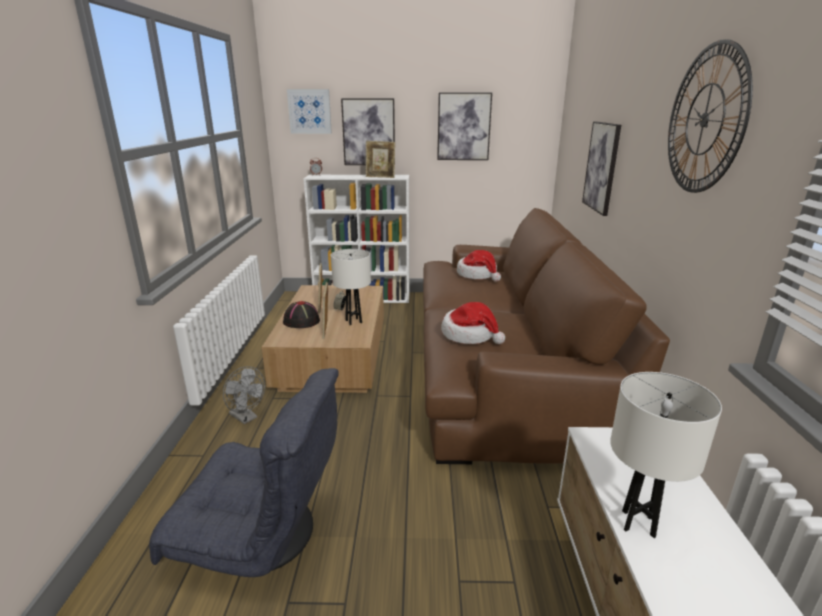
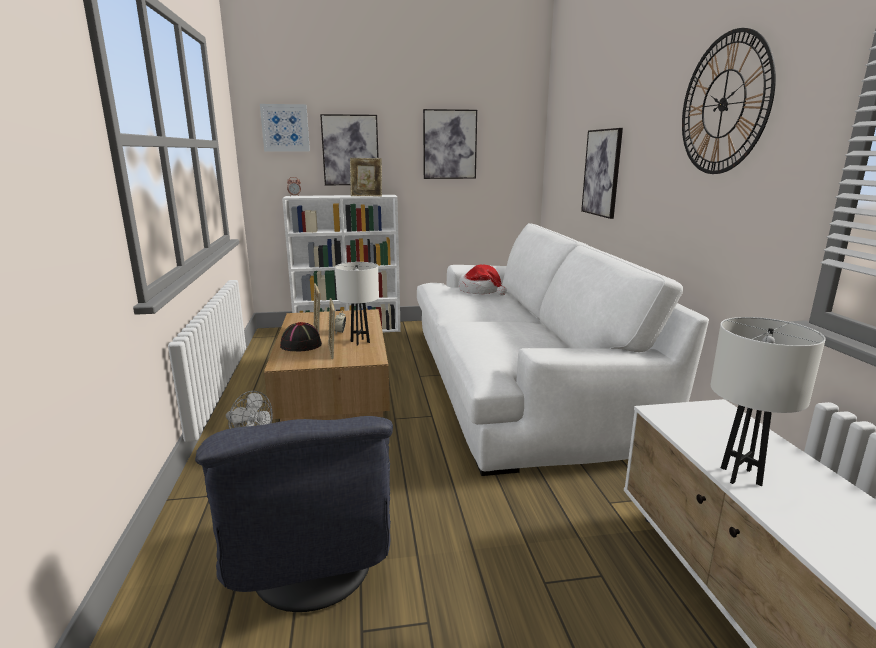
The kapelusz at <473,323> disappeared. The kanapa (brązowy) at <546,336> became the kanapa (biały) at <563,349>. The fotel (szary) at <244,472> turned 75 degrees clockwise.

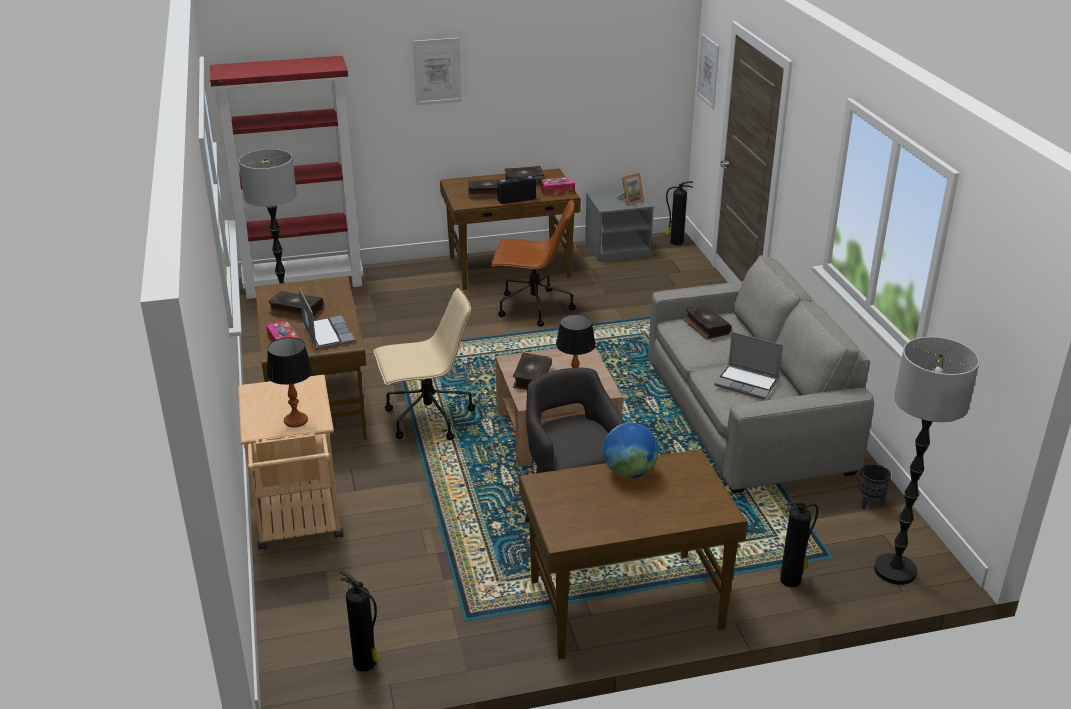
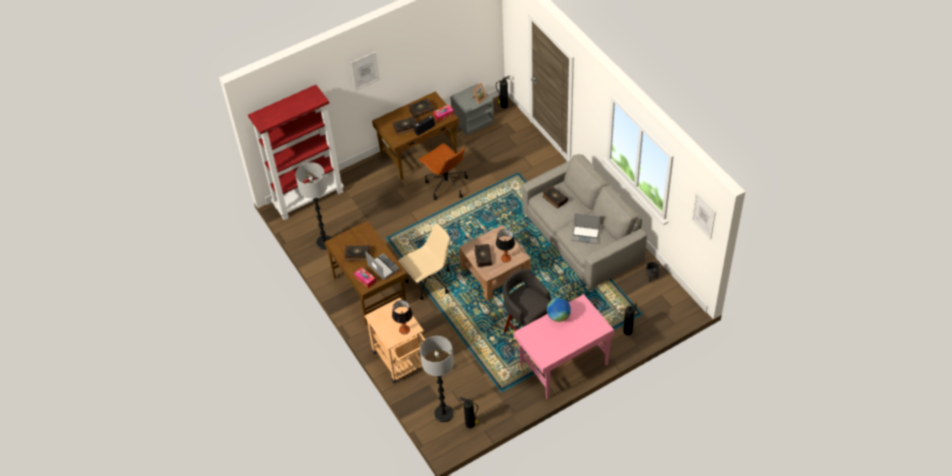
The obraz moved from <708,71> to <704,216>. The lampa stojąca moved from <926,461> to <437,379>. The biurko (brązowy) at <633,554> became the biurko (różowy) at <564,346>. The krzesło biurowe (brązowy) at <533,263> turned 60 degrees clockwise.

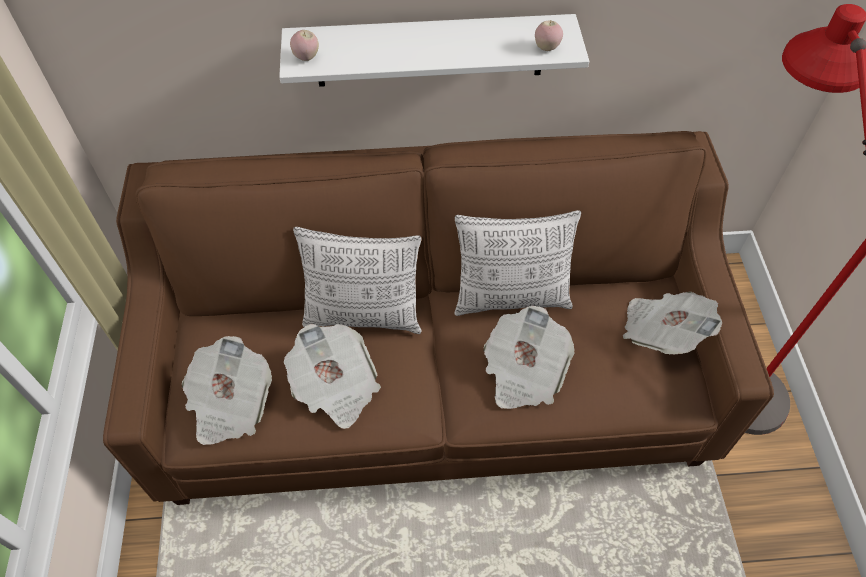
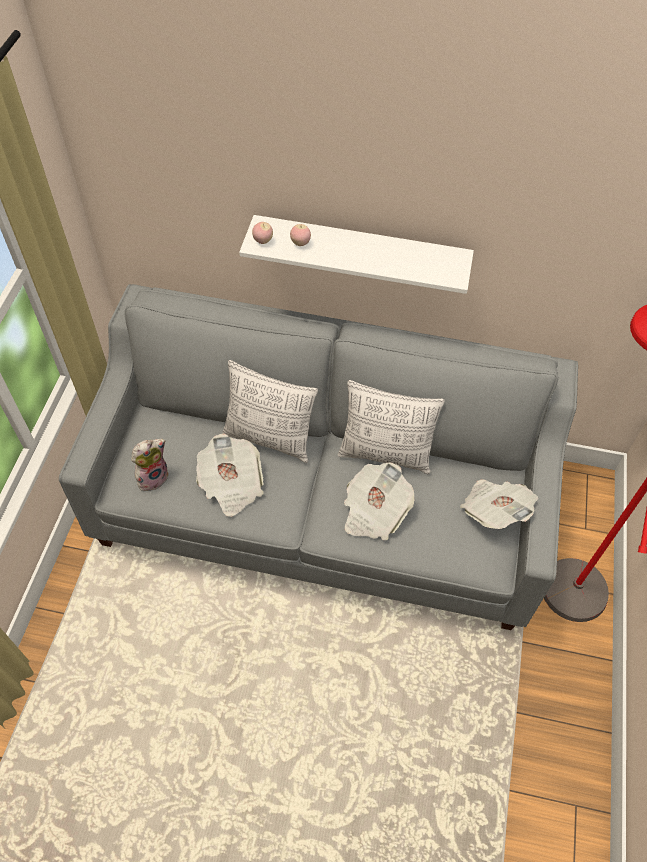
The jabłko moved from <549,36> to <300,235>. The gazeta at <227,390> was replaced by the pluszak at <149,466>. The kanapa (brązowy) at <438,318> became the kanapa (szary) at <318,457>.

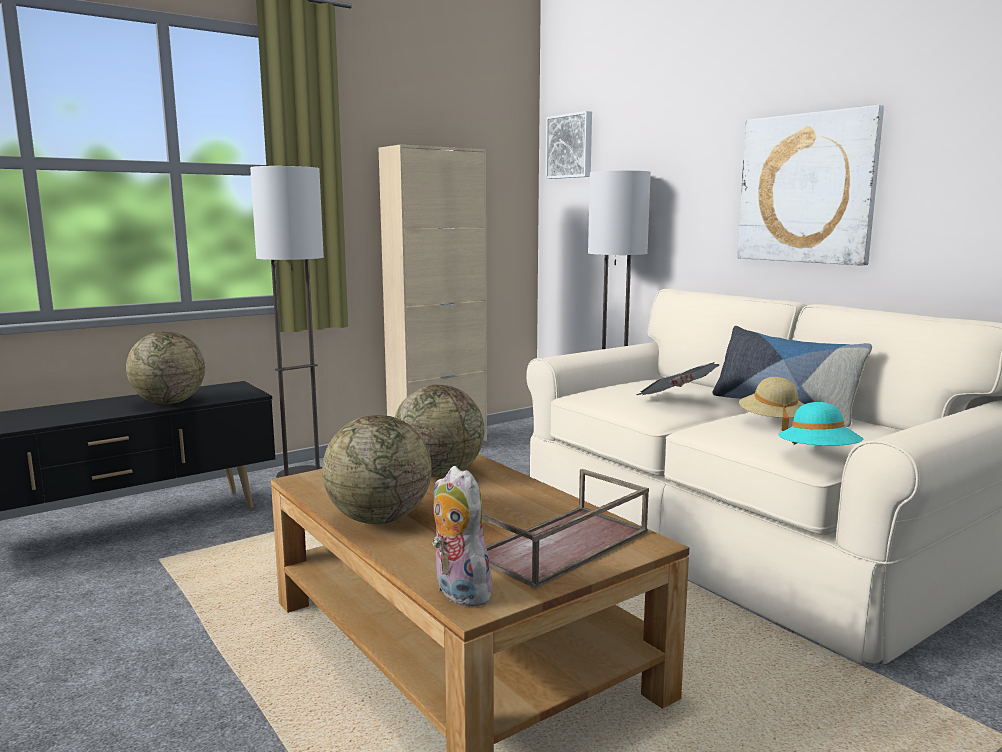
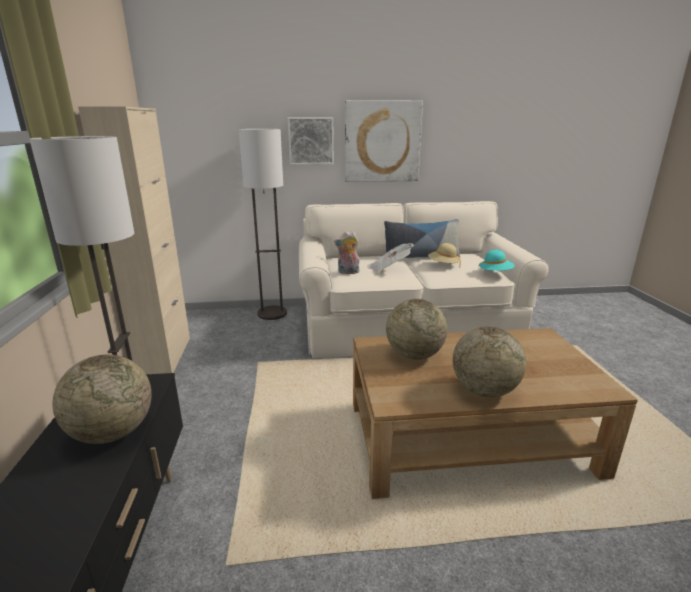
The taca (brązowy) at <565,529> disappeared. The pluszak moved from <462,536> to <347,252>. The obraz moved from <569,145> to <311,141>.

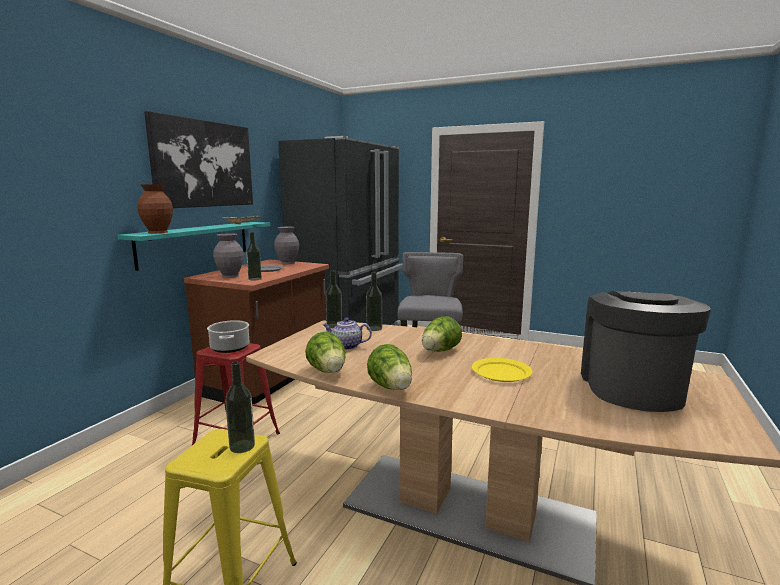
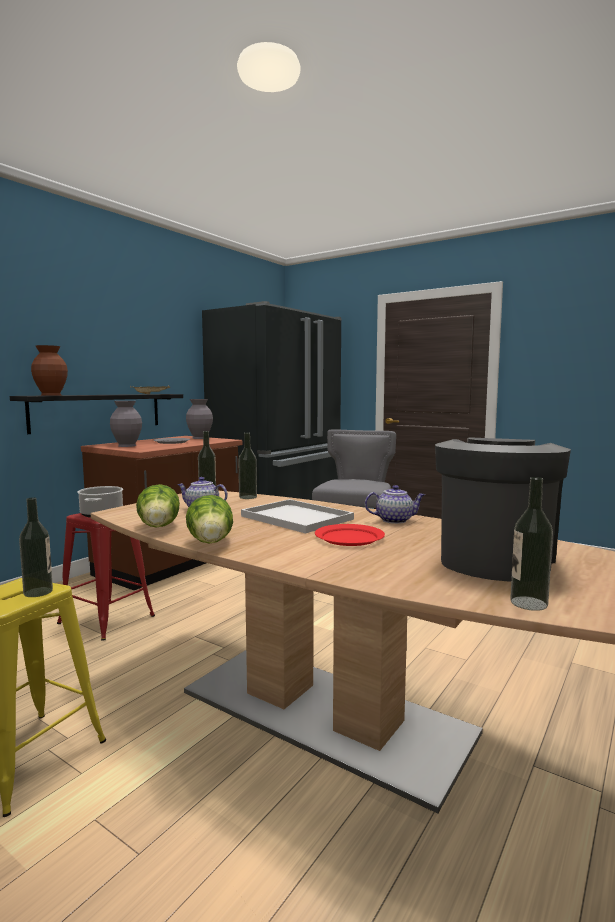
The obraz at <198,159> disappeared. The imbryk at <395,504> appeared. The butelka moved from <254,256> to <531,544>. The sałata at <442,334> was replaced by the taca (biały) at <297,516>. The półka (turkusowy) at <193,246> became the półka (czarny) at <96,414>. The talerz (żółty) at <502,370> became the talerz (czerwony) at <350,535>.

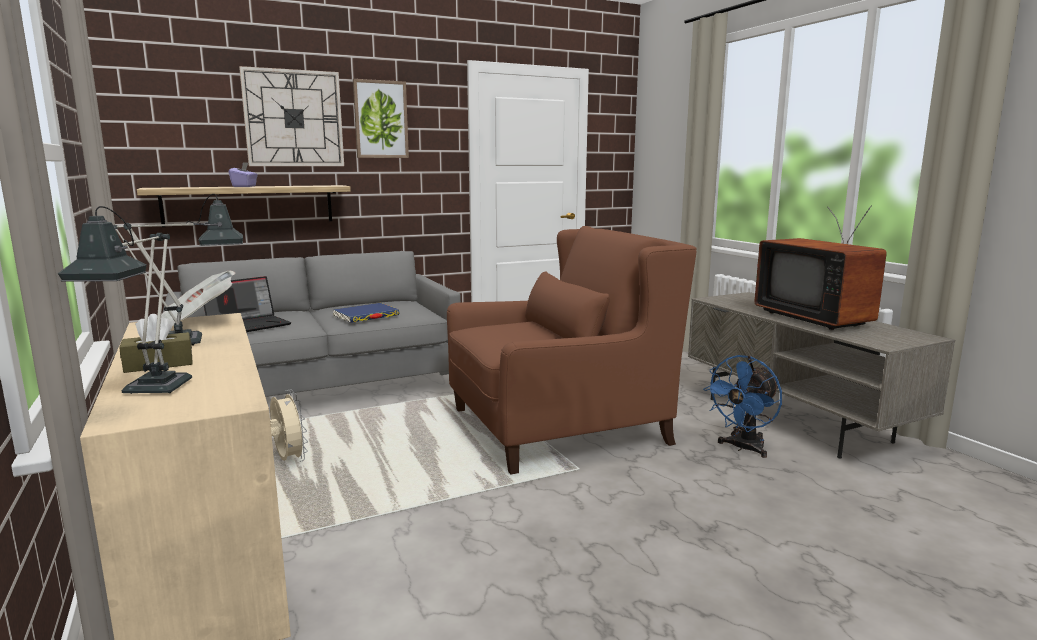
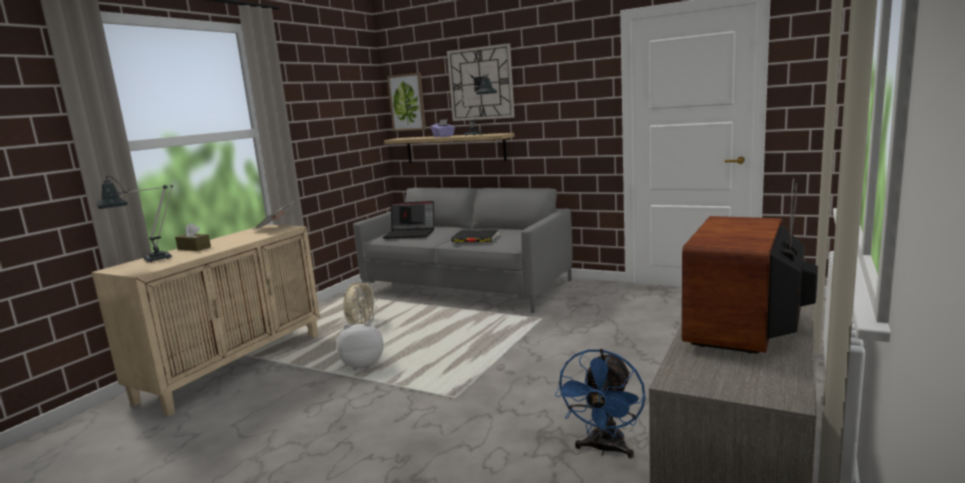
The fotel (brązowy) at <572,350> disappeared. The pluszak at <360,346> appeared. The lampa stołowa moved from <178,270> to <476,105>. The obraz moved from <381,118> to <406,102>. The książka (niebieski) at <366,313> became the książka (czarny) at <475,236>. The wentylator (niebieski) at <742,406> turned 75 degrees counterclockwise.

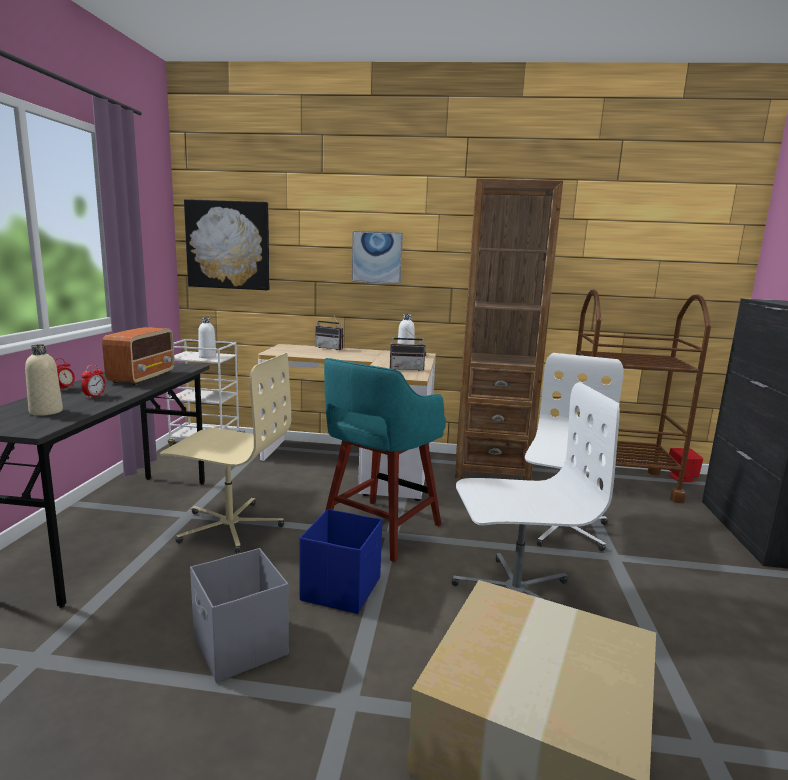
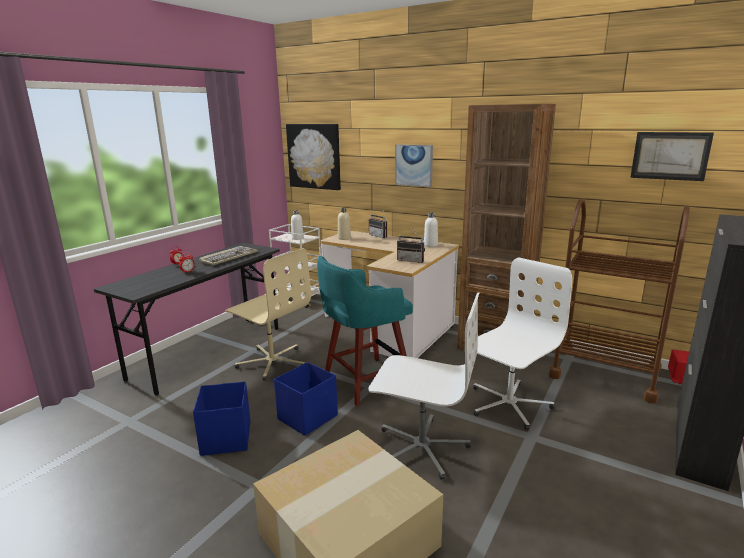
The obraz at <672,156> appeared. The butelka (beżowy) moved from <44,380> to <344,224>. The radio at <138,356> was replaced by the klawiatura at <228,255>. The pojemnik do przechowywania (szary) at <239,615> became the pojemnik do przechowywania (niebieski) at <221,418>.

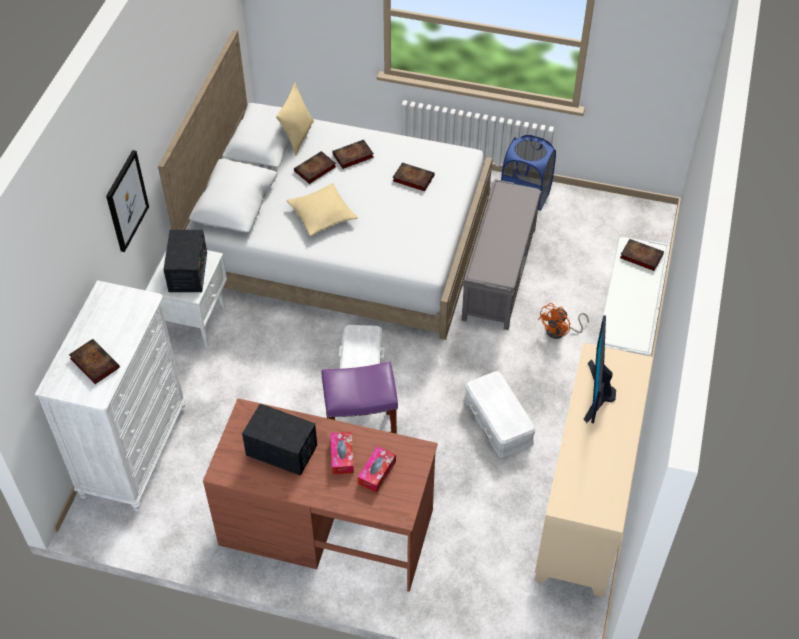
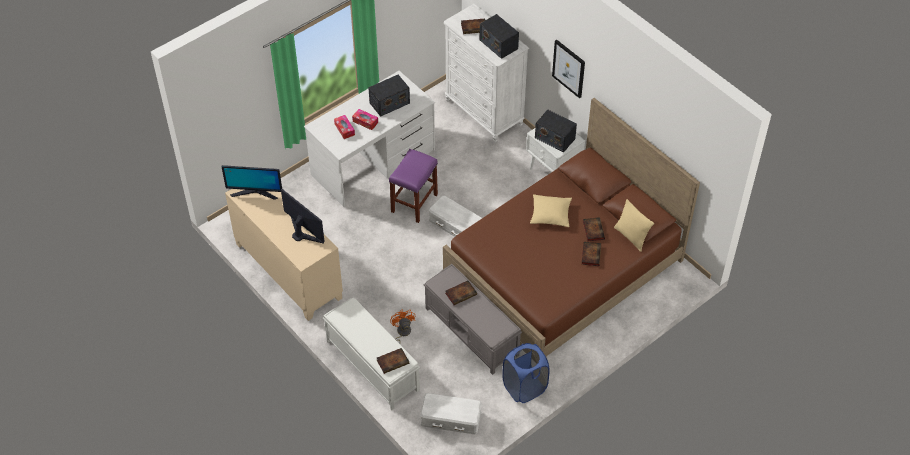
The monitor at <251,182> appeared. The radio at <499,36> appeared. The książka moved from <413,177> to <461,293>. The pojemnik do przechowywania (biały) moved from <500,414> to <451,413>. The łóżko (biały) at <325,185> became the łóżko (brązowy) at <571,227>. The biurko (brązowy) at <320,495> became the biurko (biały) at <369,139>.

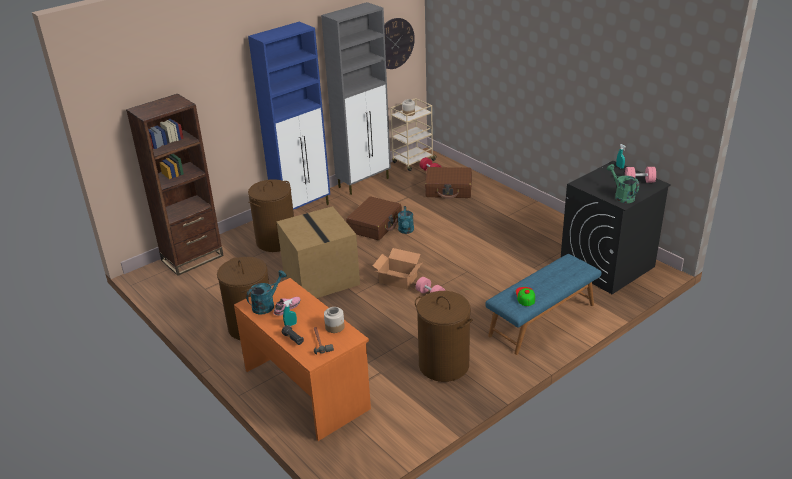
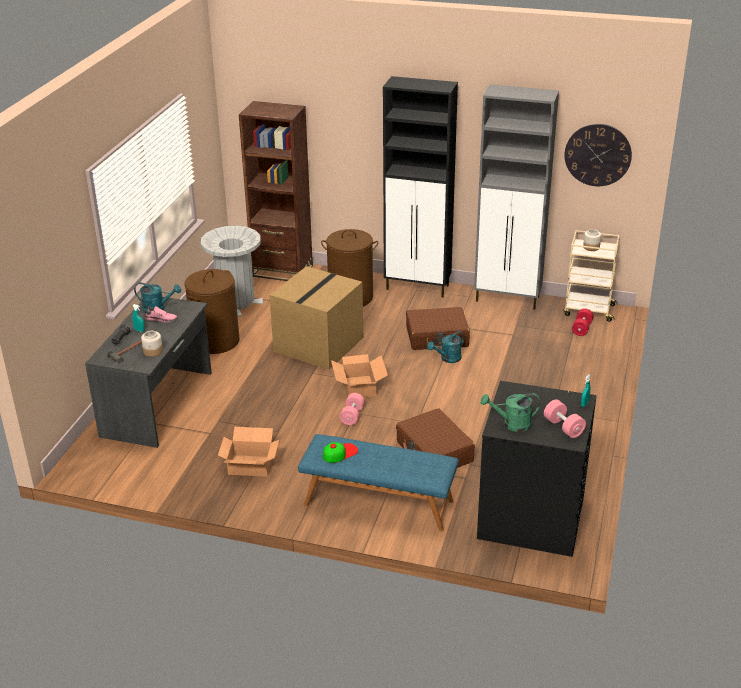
The kosz na śmieci (szary) at <232,271> appeared. The walizka (brązowy) moved from <448,183> to <435,438>. The kosz na pranie (brązowy) at <443,336> was replaced by the karton at <248,452>. The biurko (pomarańczowy) at <302,359> became the biurko (szary) at <148,372>. The szafka (niebieski) at <289,116> became the szafka (czarny) at <420,186>. The konewka (zielony) at <623,183> turned 120 degrees counterclockwise.

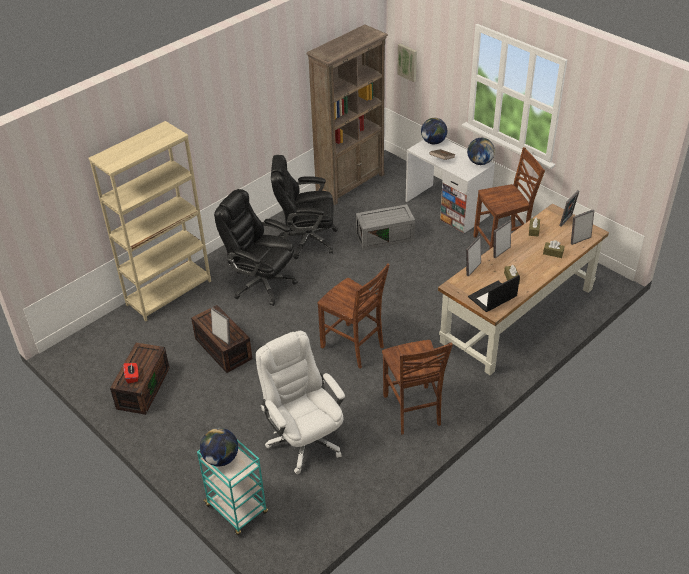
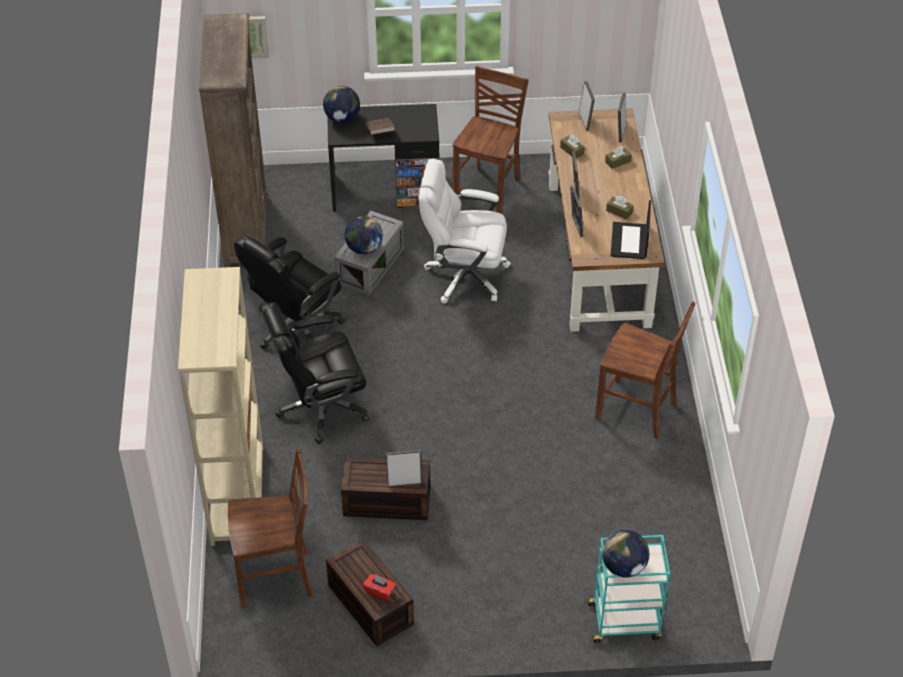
The krzesło biurowe (biały) moved from <300,402> to <465,231>. The krzesło (brązowy) moved from <354,316> to <270,528>. The globus moved from <481,151> to <364,235>. The biurko (biały) at <450,186> became the biurko (czarny) at <383,158>.

